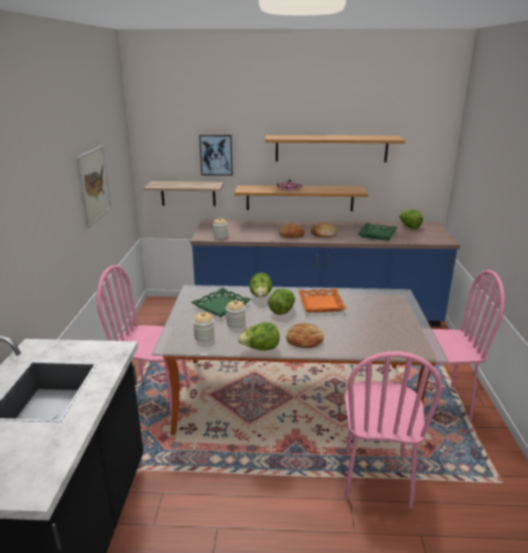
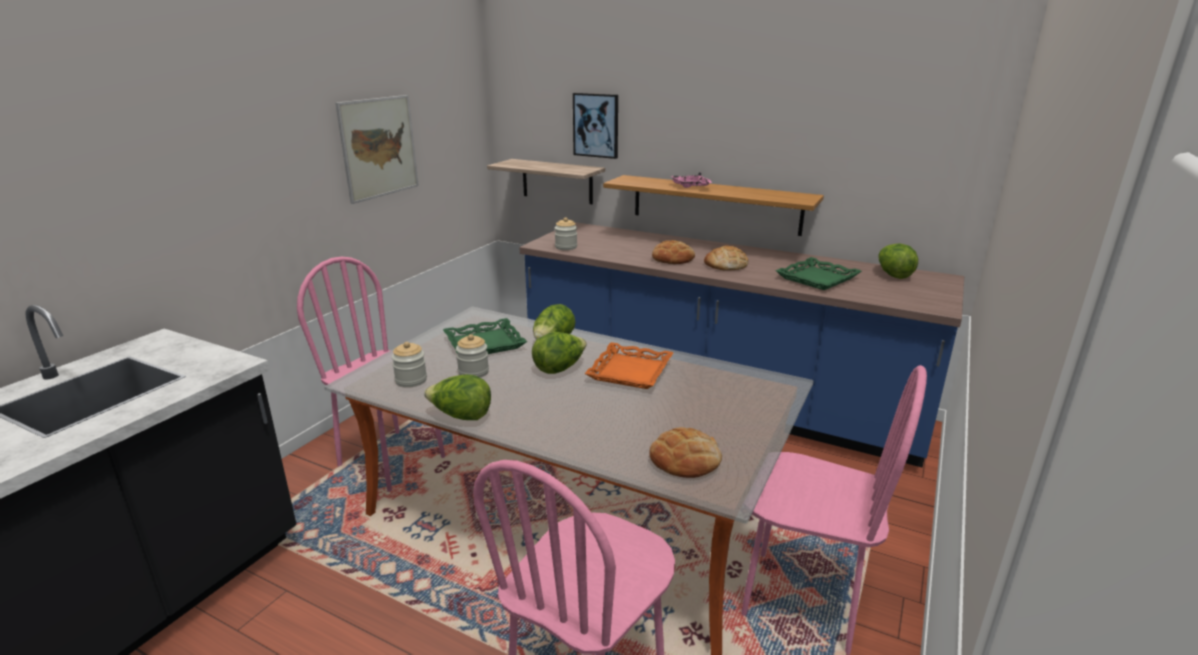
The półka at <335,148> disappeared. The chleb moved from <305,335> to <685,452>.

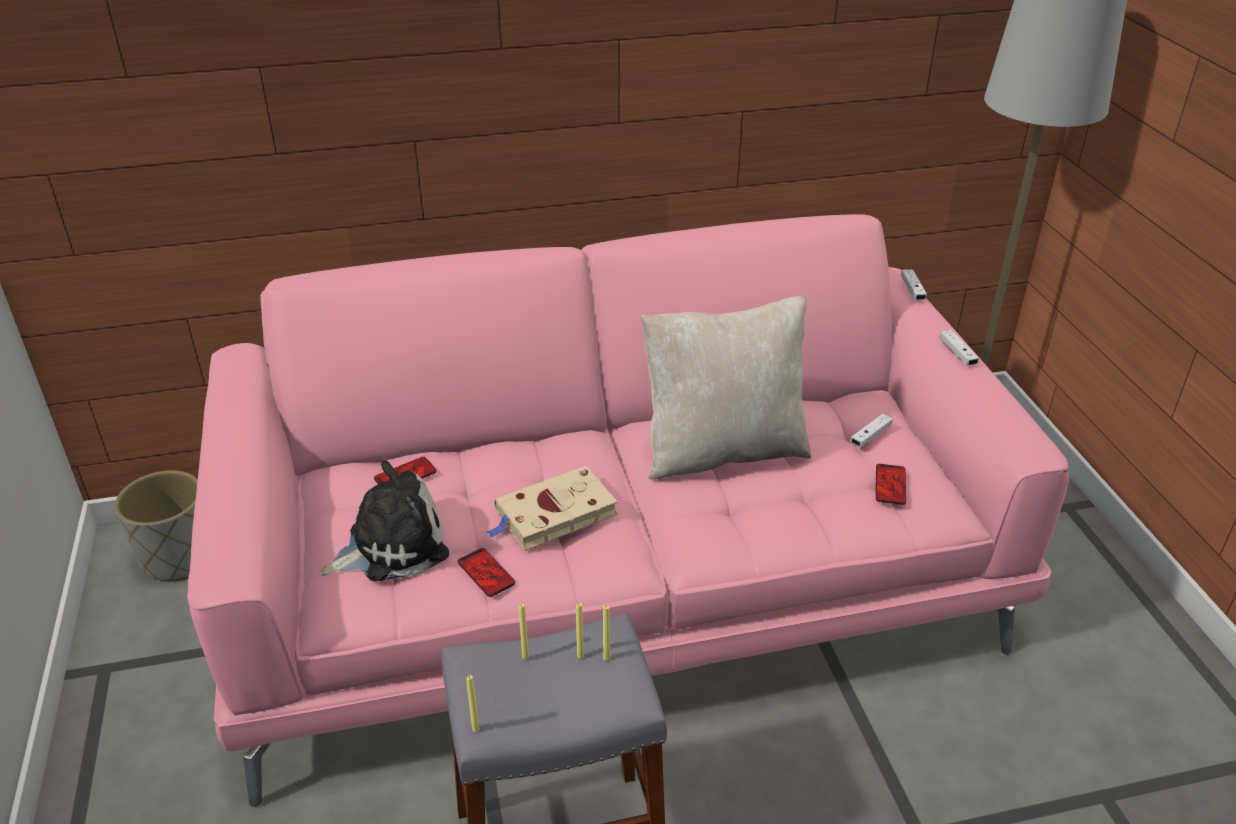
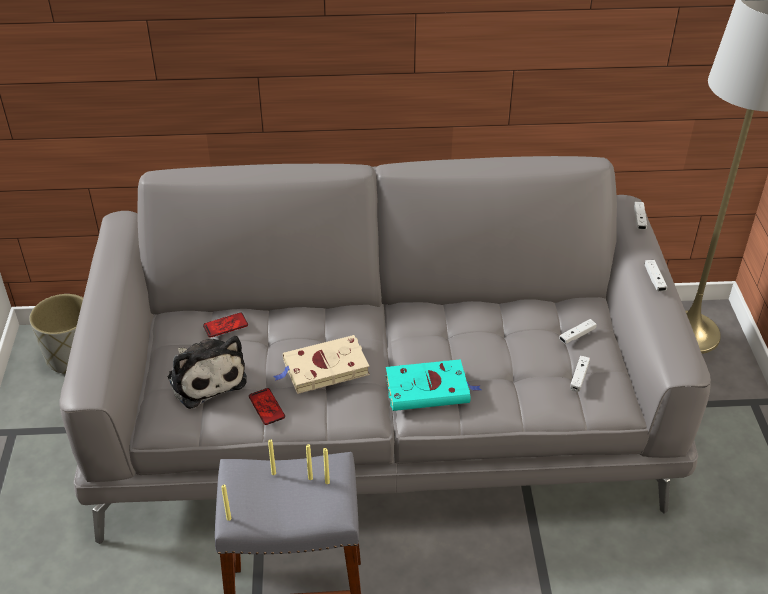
The poduszka (beżowy) at <726,388> disappeared. The książka (turkusowy) at <433,385> appeared. The telefon at <891,484> was replaced by the pad do gier (biały) at <580,374>. The kanapa (różowy) at <628,510> became the kanapa (szary) at <385,350>. The pluszak at <384,521> turned 75 degrees clockwise.

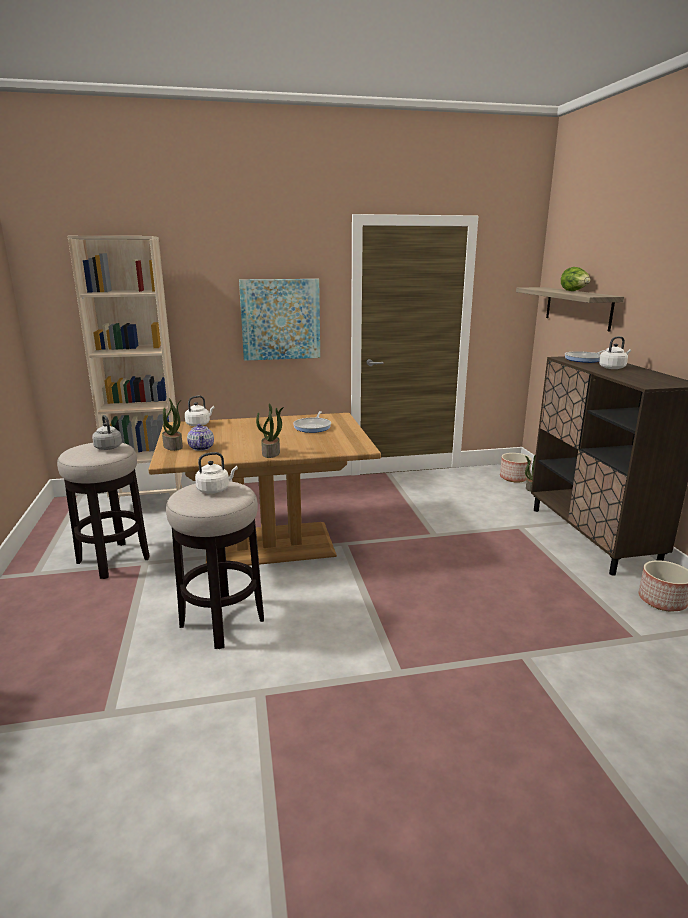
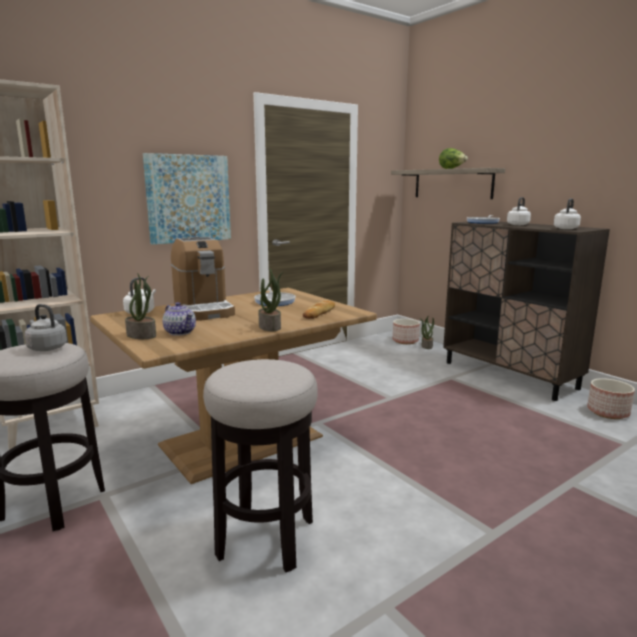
The ekspres do kawy at <203,279> appeared. The chleb at <319,309> appeared. The czajnik (biały) moved from <216,472> to <567,213>.

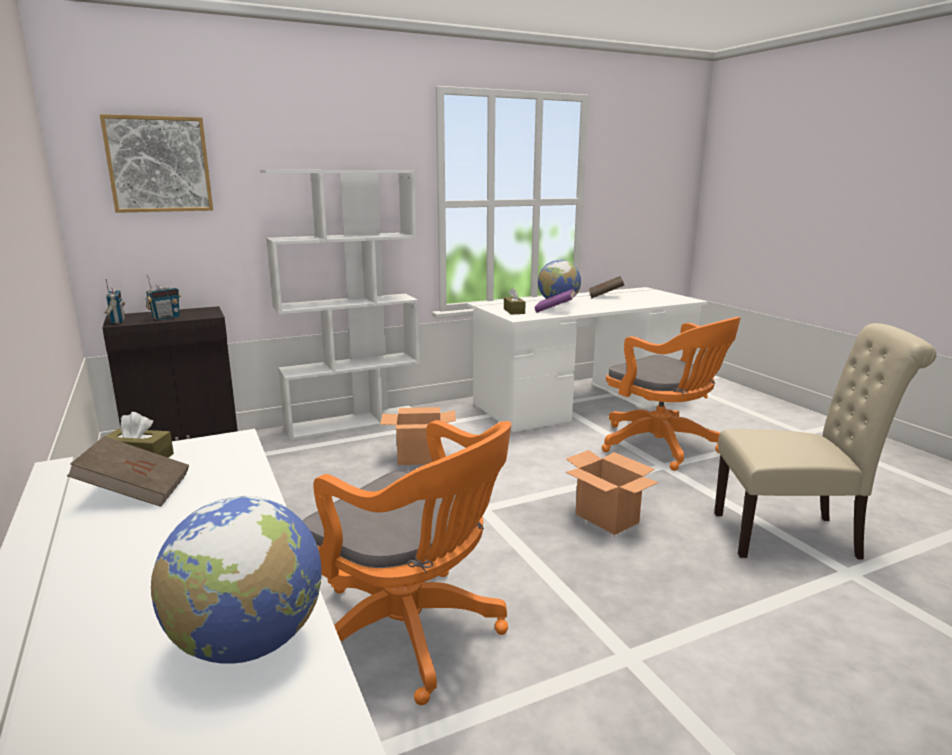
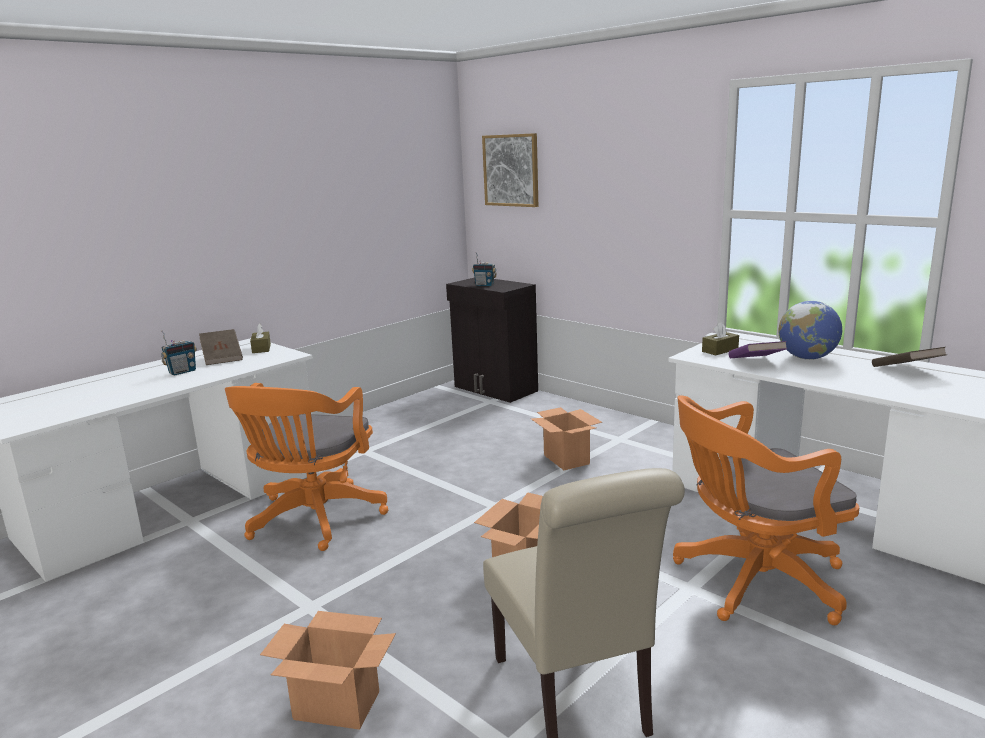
The globus at <236,580> disappeared. The regał (biały) at <340,305> disappeared. The karton at <328,670> appeared. The radio moved from <115,301> to <179,353>. The krzesło biurowe (pomarańczowy) at <671,394> turned 45 degrees clockwise.

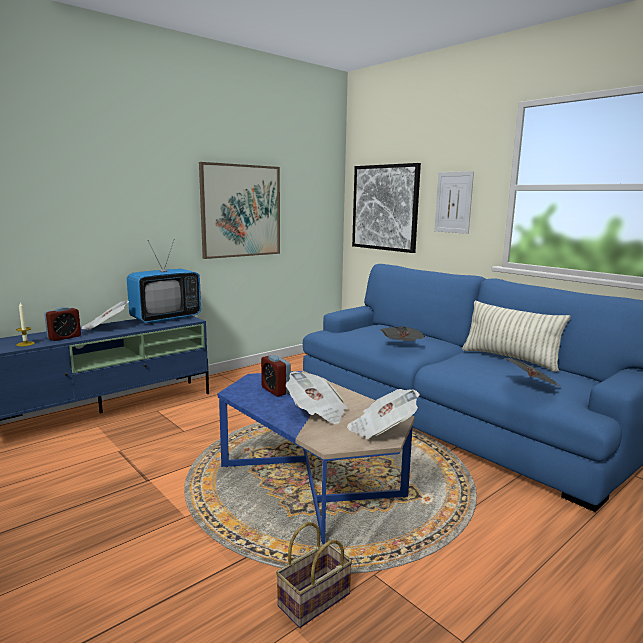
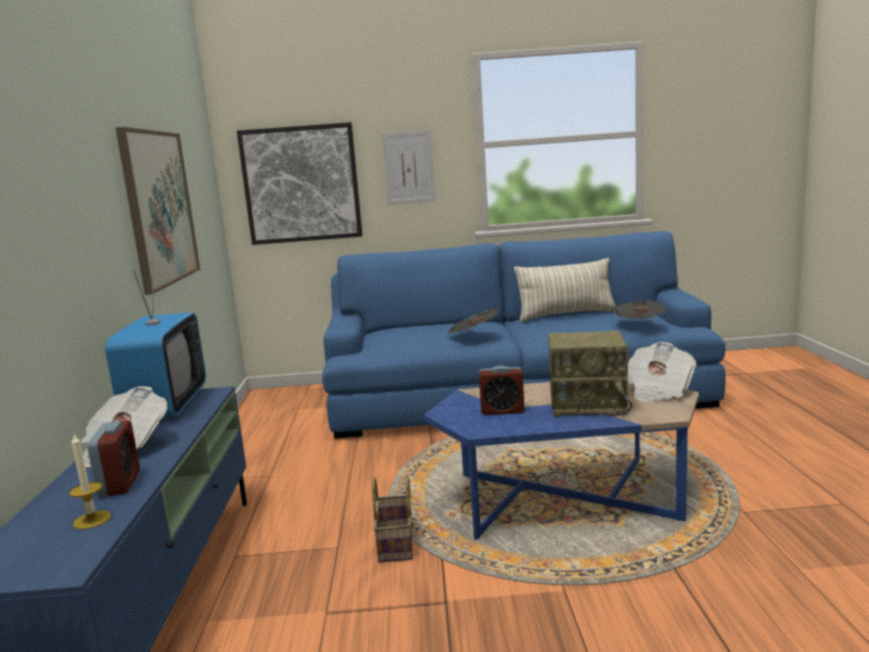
The koszyk moved from <314,575> to <392,518>. The gazeta at <317,397> was replaced by the radio at <590,374>.

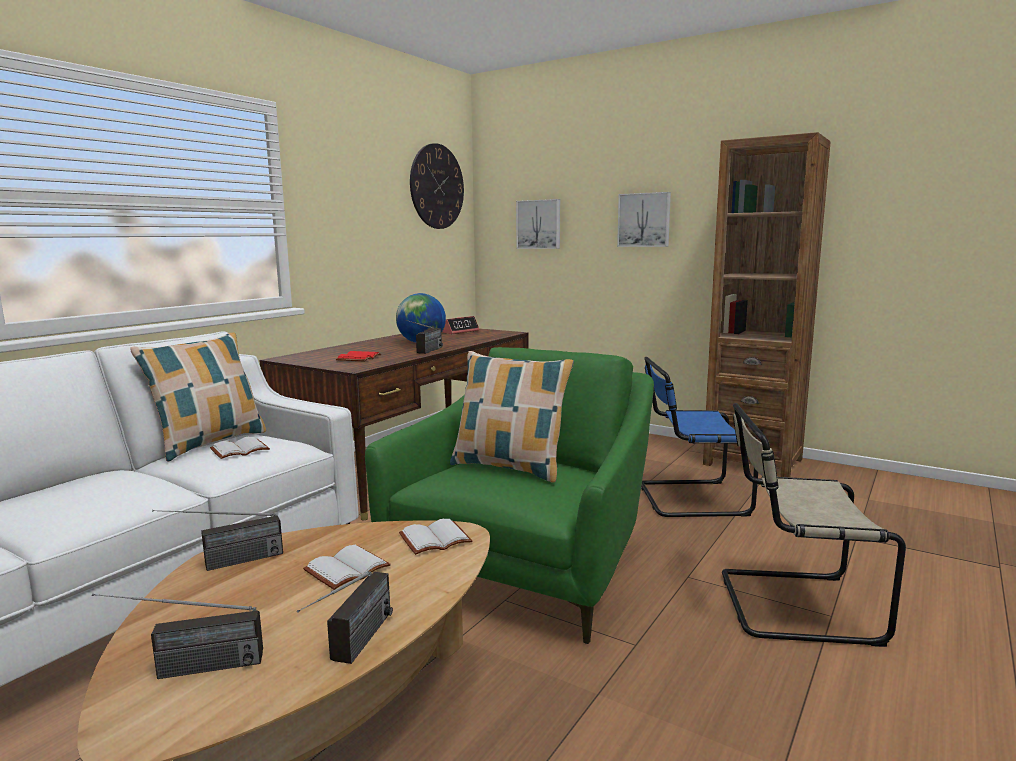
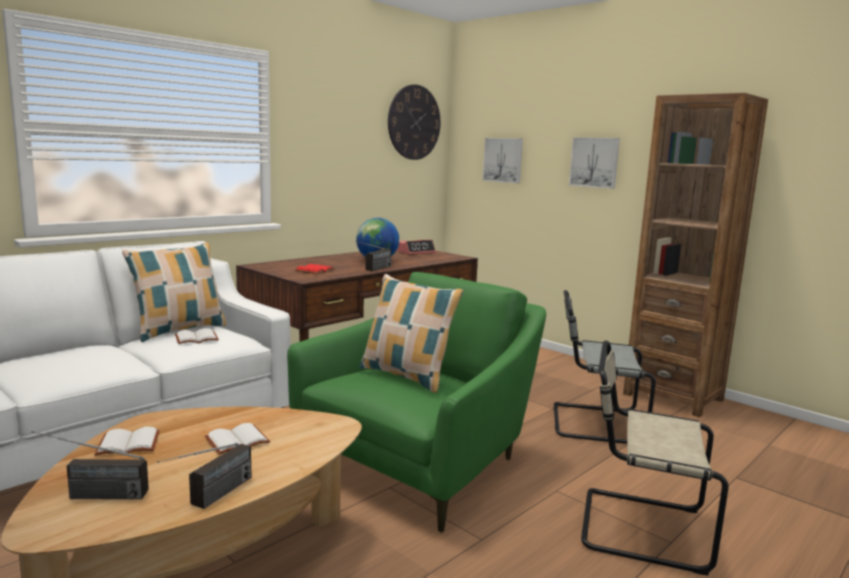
The radio at <217,540> disappeared. The książka (biały) moved from <435,537> to <127,441>. The krzesło (niebieski) at <699,437> became the krzesło (szary) at <605,367>.

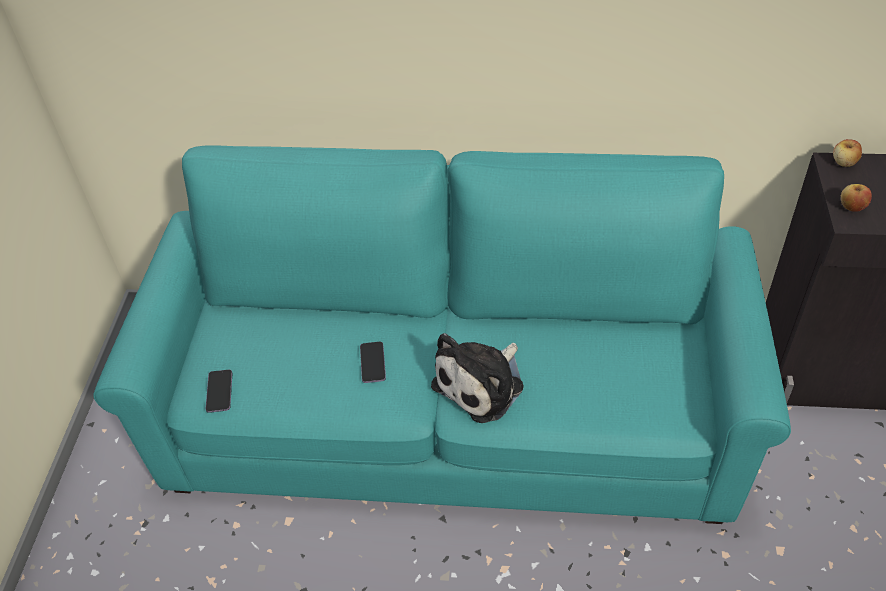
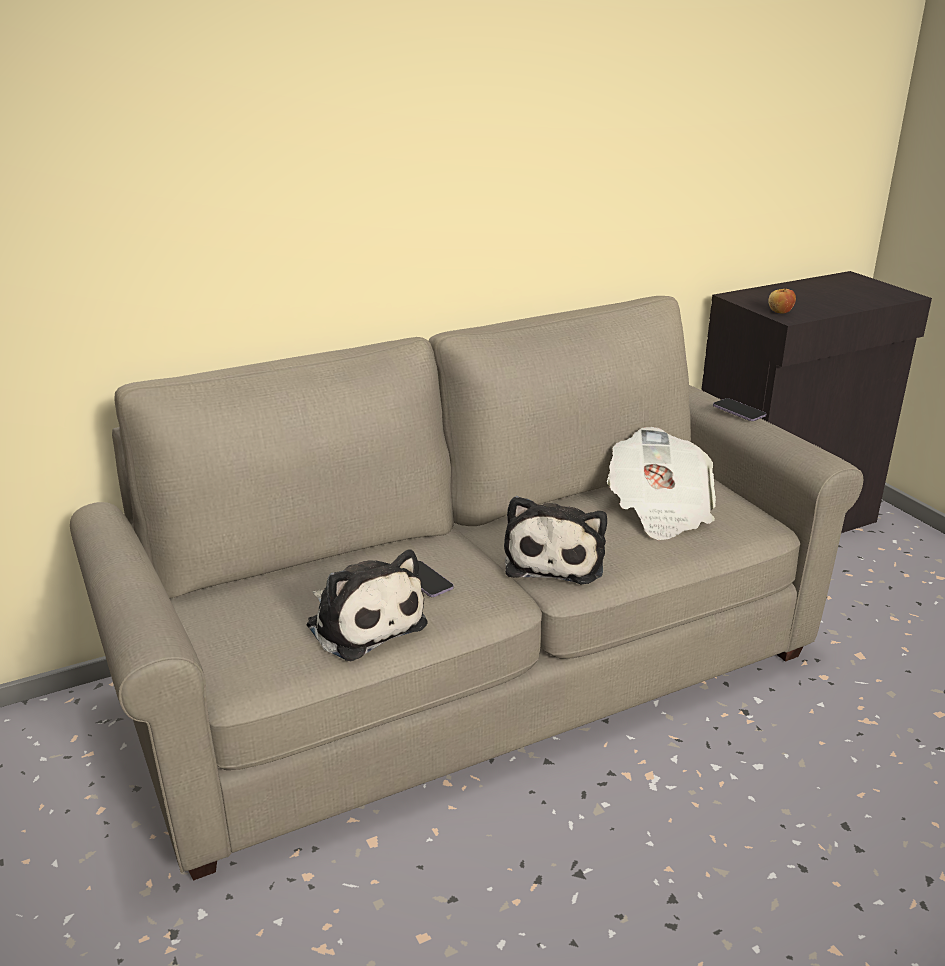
The jabłko at <847,153> disappeared. The pluszak at <367,605> appeared. The gazeta at <661,483> appeared. The telefon moved from <219,391> to <740,409>. The kanapa (turkusowy) at <442,335> became the kanapa (beżowy) at <466,588>.

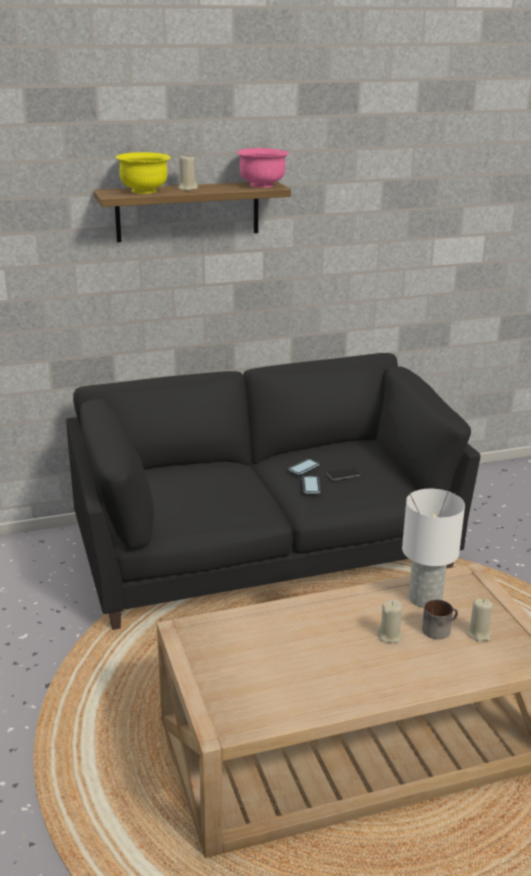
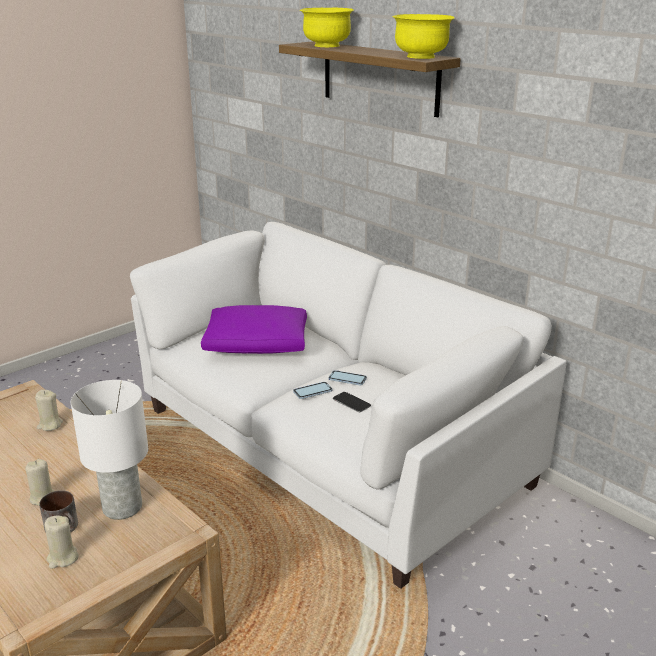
The poduszka (fioletowy) at <254,329> appeared. The świeca (beżowy) moved from <188,173> to <49,410>. The kanapa (czarny) at <273,491> became the kanapa (biały) at <348,405>. The miska (różowy) at <263,168> became the miska (żółty) at <424,36>.

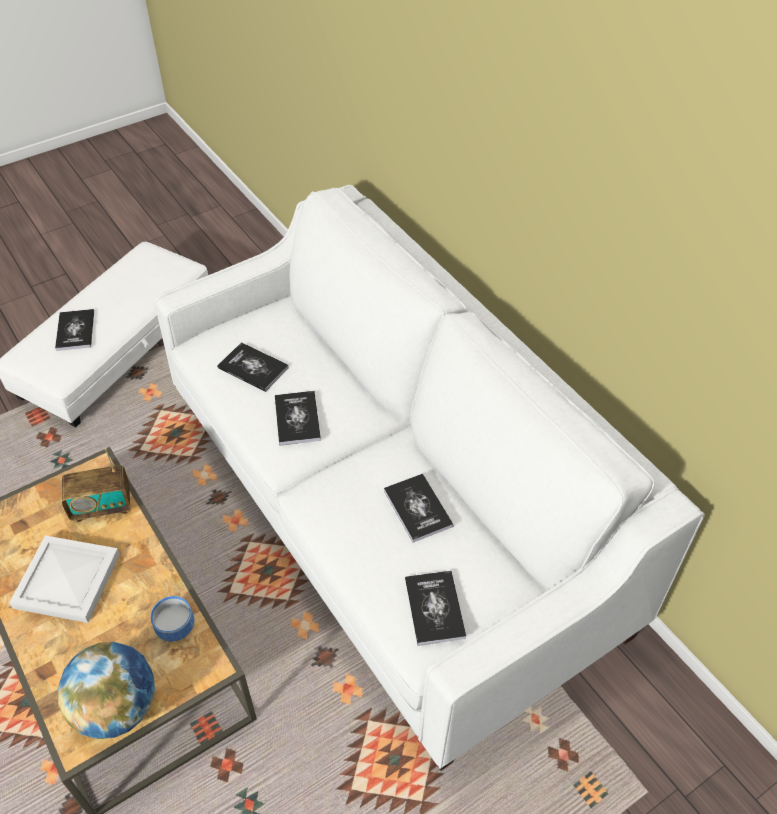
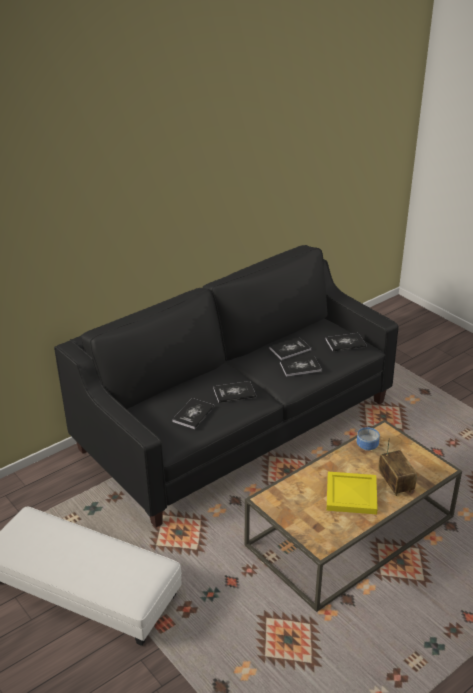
The globus at <106,690> disappeared. The książka moved from <74,330> to <301,366>. The radio moved from <96,485> to <397,467>. The taca (biały) at <64,579> became the taca (żółty) at <352,493>. The kanapa (biały) at <429,478> became the kanapa (czarny) at <226,386>.

